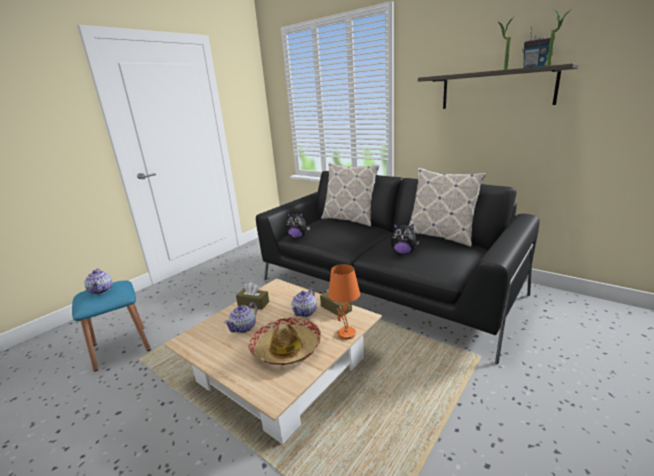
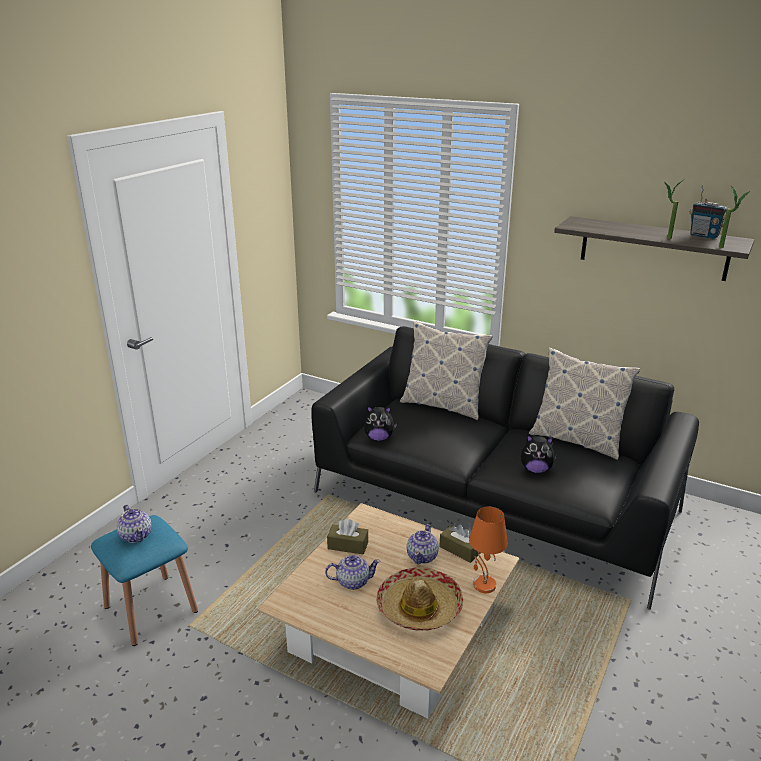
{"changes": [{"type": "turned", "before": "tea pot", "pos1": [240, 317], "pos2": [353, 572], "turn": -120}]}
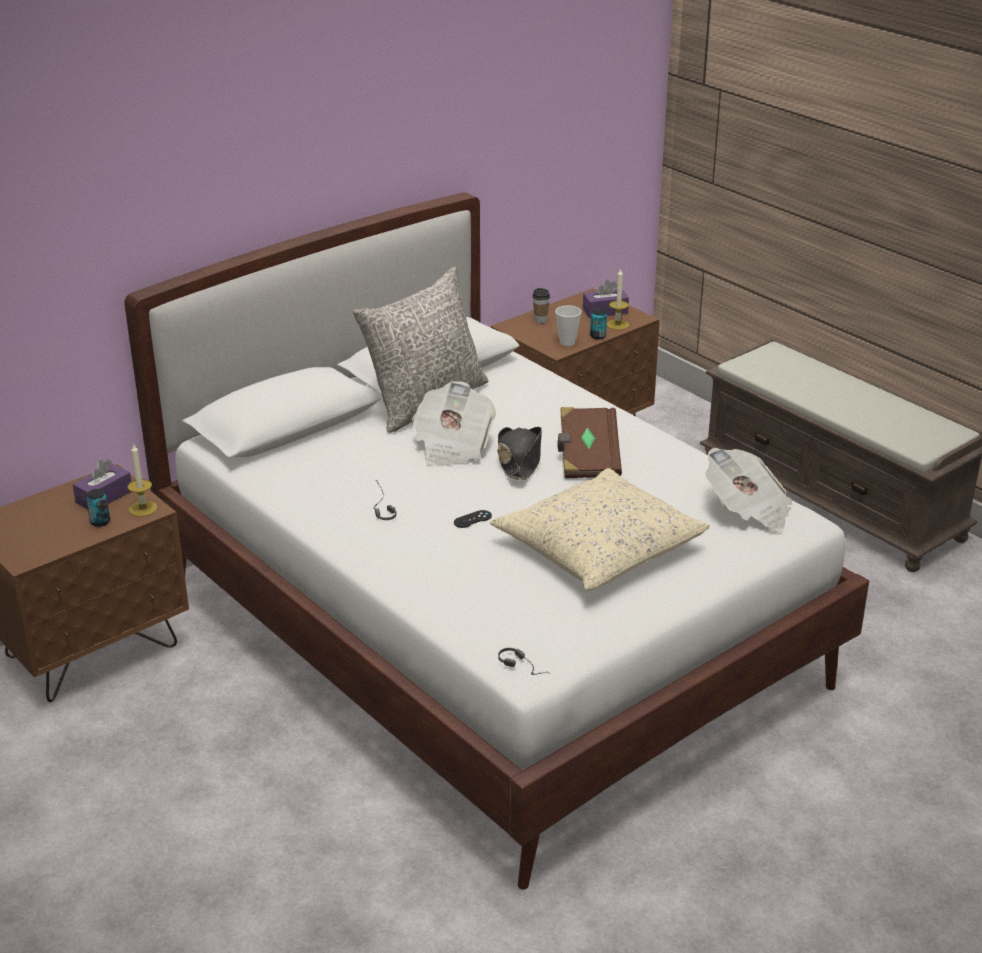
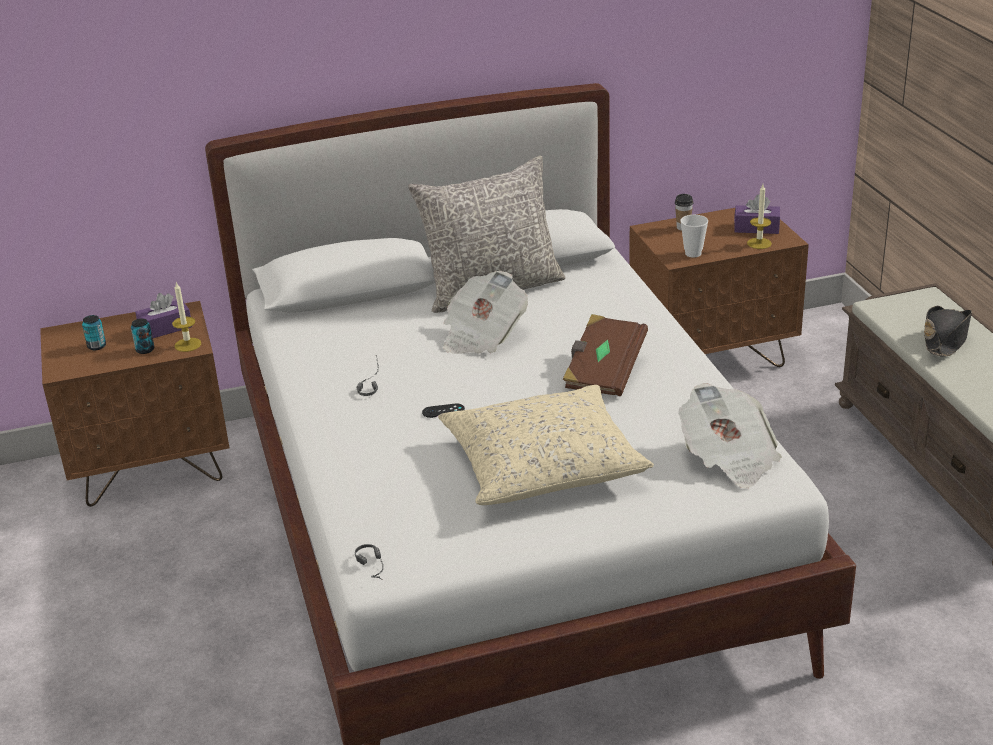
{"changes": [{"type": "moved", "before": "black-coloured hat", "pos1": [519, 453], "pos2": [948, 331]}, {"type": "moved", "before": "metal can", "pos1": [598, 323], "pos2": [94, 332]}]}
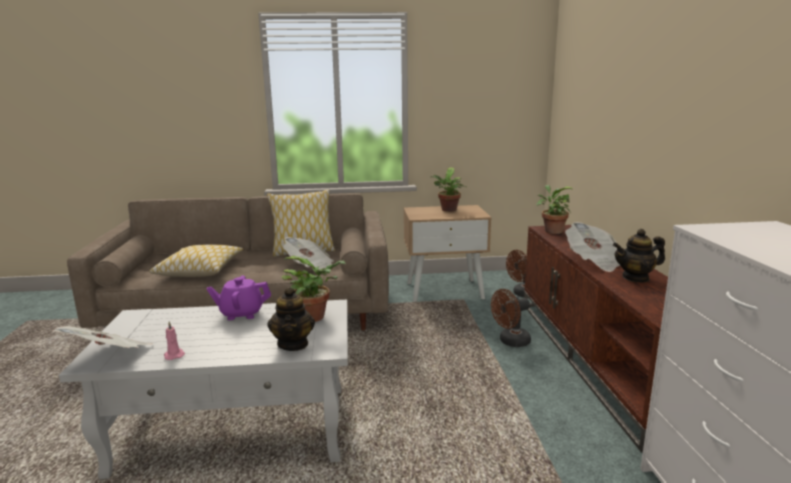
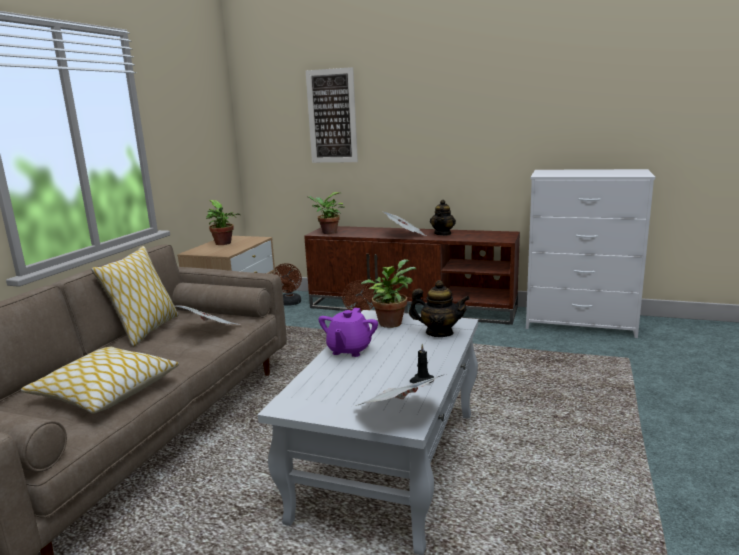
{"changes": [{"type": "added", "after": "wall picture", "pos2": [332, 115]}, {"type": "recoloured", "before": "pinkish wax candle", "after": "black-coloured wax candle", "pos1": [174, 341], "pos2": [422, 363]}]}
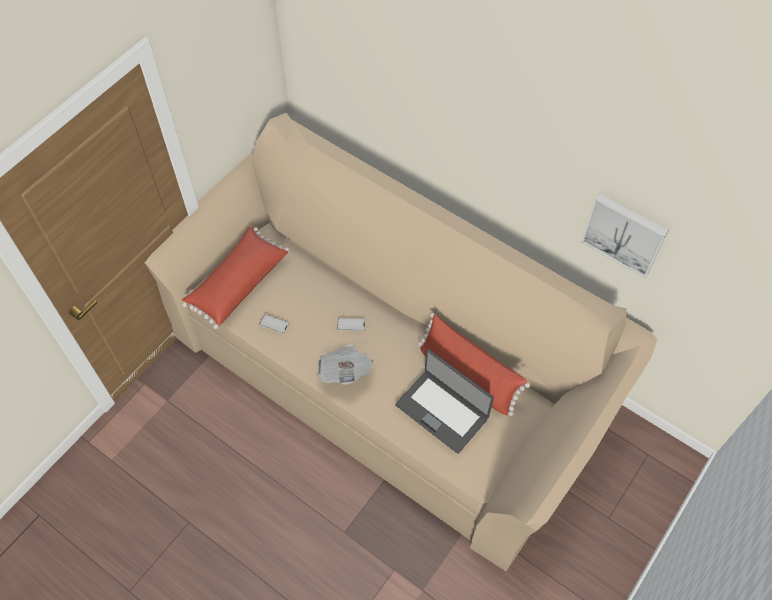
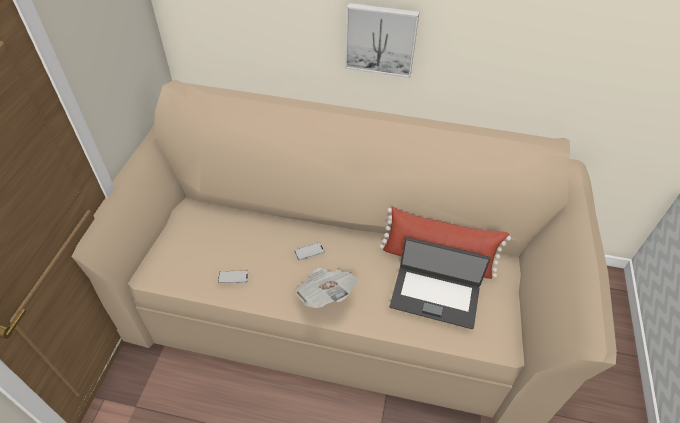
{"changes": [{"type": "removed", "before": "red pillow", "pos1": [235, 278]}, {"type": "moved", "before": "wall picture", "pos1": [625, 235], "pos2": [382, 40]}]}
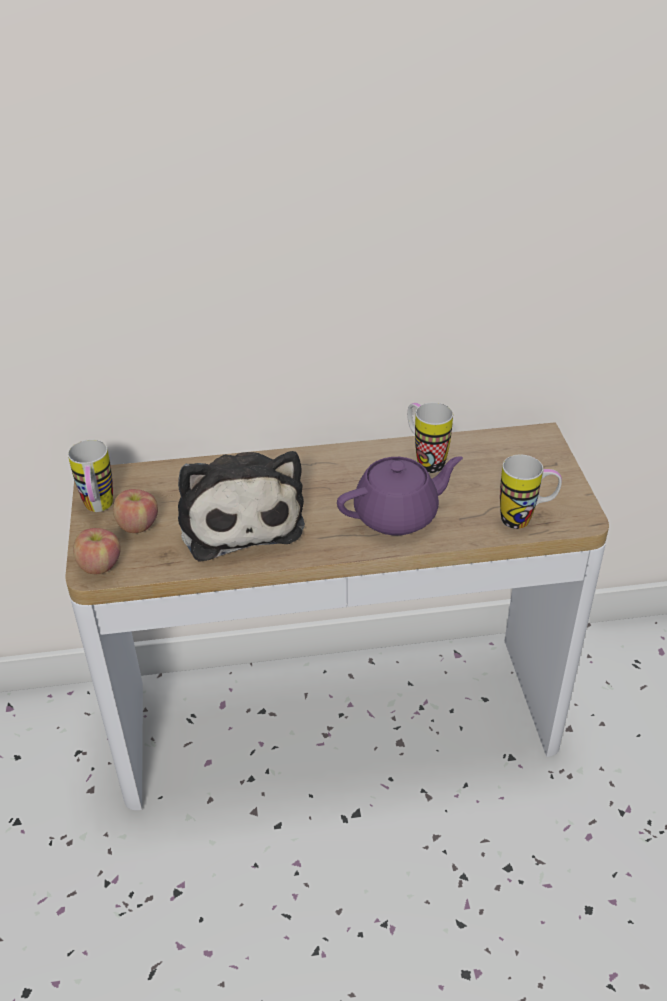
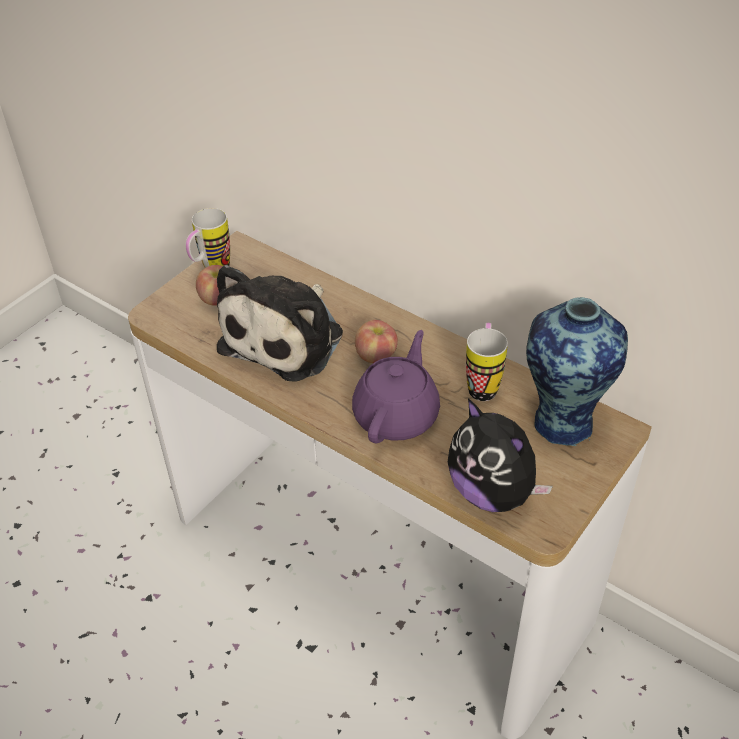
{"changes": [{"type": "added", "after": "vase", "pos2": [577, 371]}, {"type": "moved", "before": "whole apple", "pos1": [97, 551], "pos2": [376, 341]}, {"type": "replaced", "before": "mug", "after": "plush toy", "pos1": [531, 492], "pos2": [500, 455]}, {"type": "turned", "before": "purple tea pot", "pos1": [400, 496], "pos2": [396, 386], "turn": -90}]}
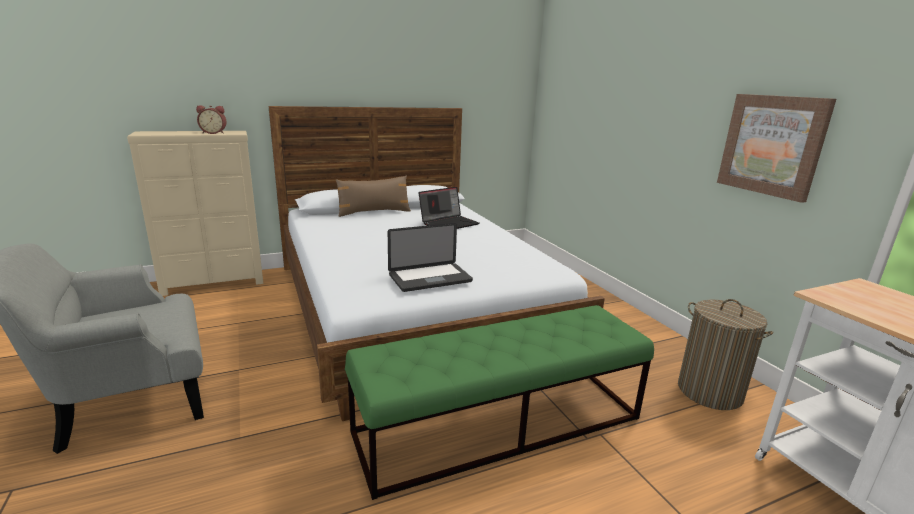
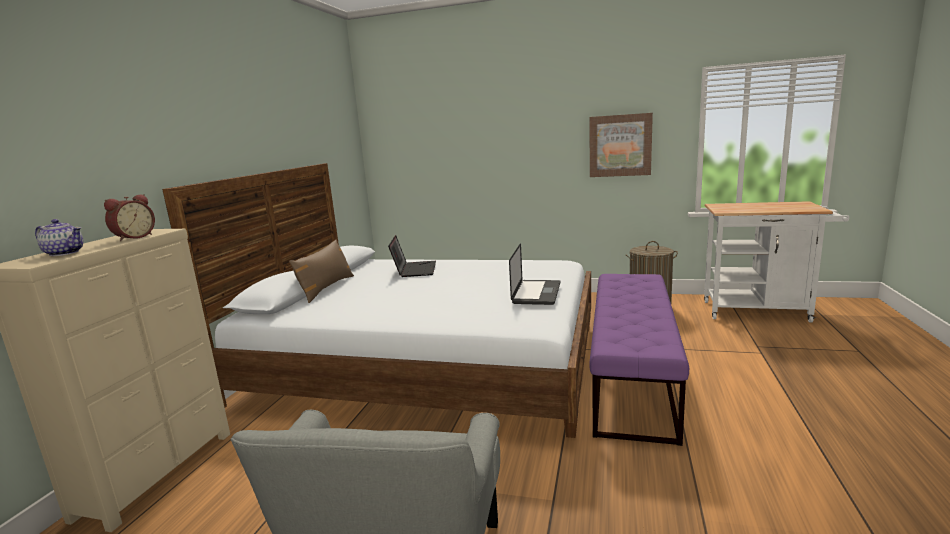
{"changes": [{"type": "added", "after": "tea pot", "pos2": [59, 237]}, {"type": "recoloured", "before": "green indoor bench", "after": "purple indoor bench", "pos1": [499, 402], "pos2": [639, 360]}]}
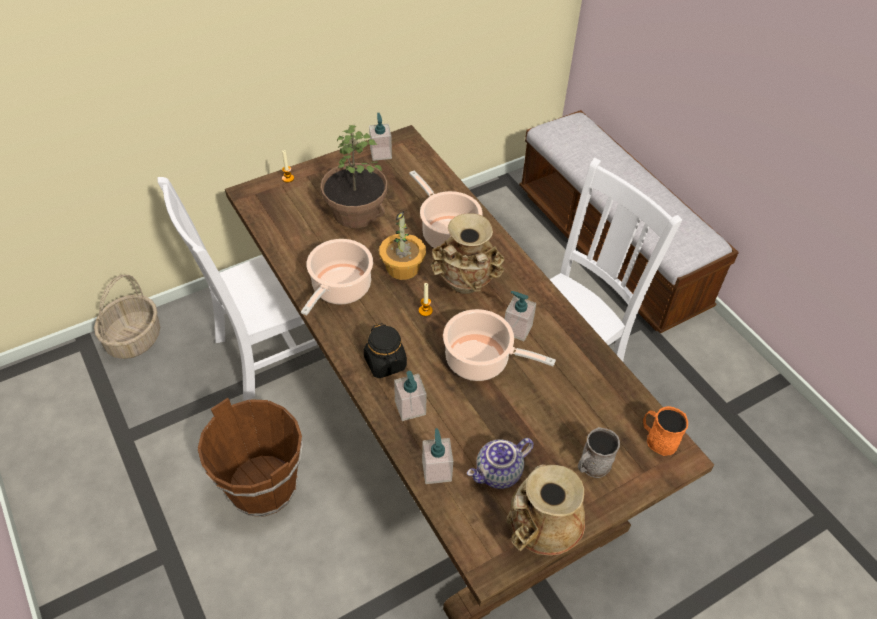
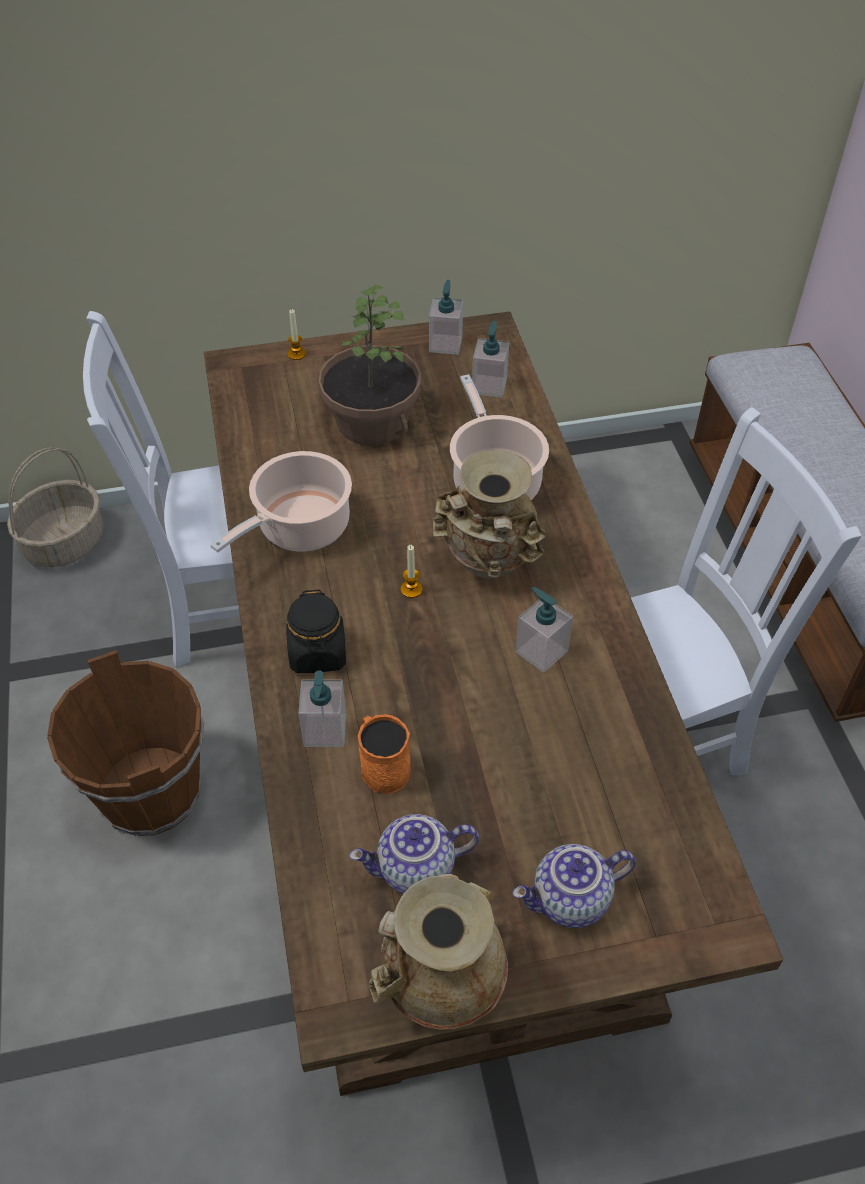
{"changes": [{"type": "removed", "before": "houseplant", "pos1": [402, 245]}, {"type": "removed", "before": "cooking pot", "pos1": [499, 345]}, {"type": "moved", "before": "liquid soap bottle", "pos1": [437, 456], "pos2": [490, 359]}, {"type": "moved", "before": "orangey mug", "pos1": [665, 431], "pos2": [384, 754]}, {"type": "replaced", "before": "gray mug", "after": "tea pot", "pos1": [599, 452], "pos2": [574, 886]}]}
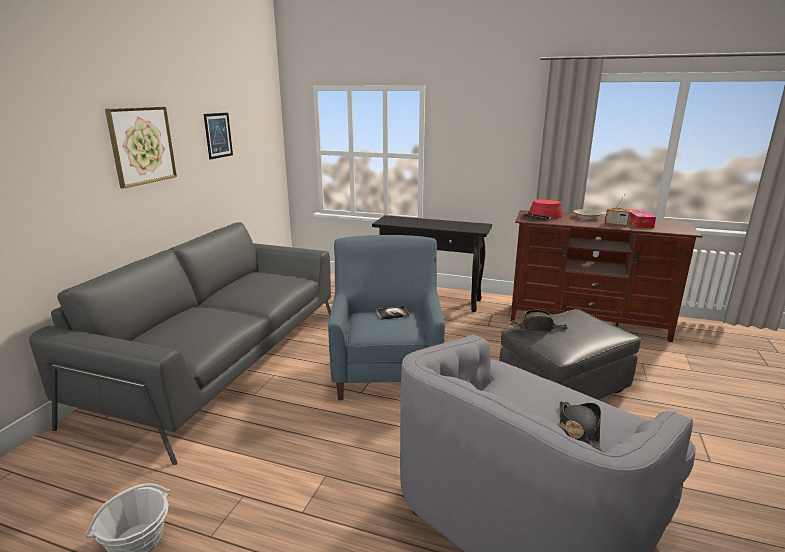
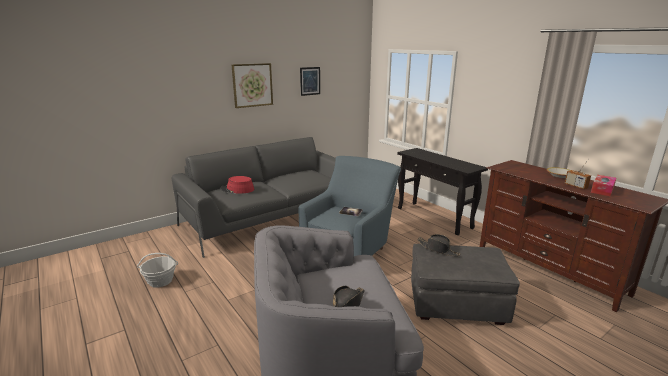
{"changes": [{"type": "moved", "before": "red hat", "pos1": [542, 210], "pos2": [237, 185]}]}
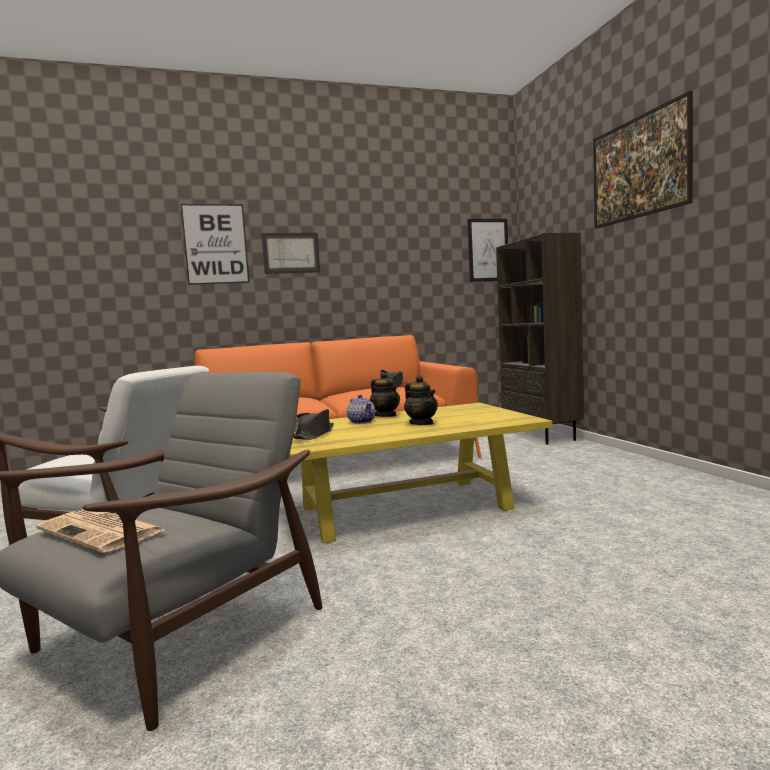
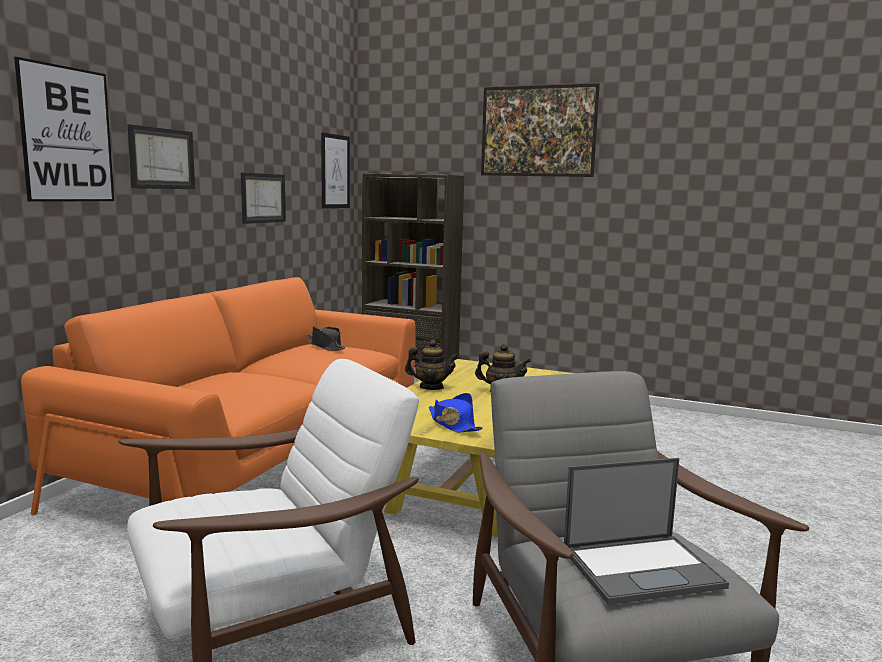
{"changes": [{"type": "removed", "before": "tea pot", "pos1": [361, 409]}, {"type": "added", "after": "wall picture", "pos2": [263, 198]}, {"type": "replaced", "before": "newspaper", "after": "notebook computer", "pos1": [100, 531], "pos2": [646, 531]}, {"type": "recoloured", "before": "black-coloured hat", "after": "blue hat", "pos1": [313, 424], "pos2": [456, 413]}]}
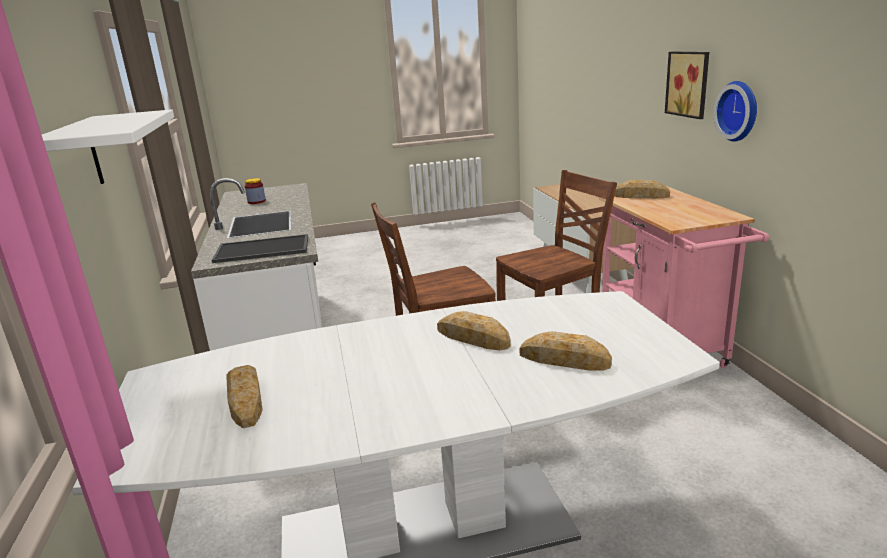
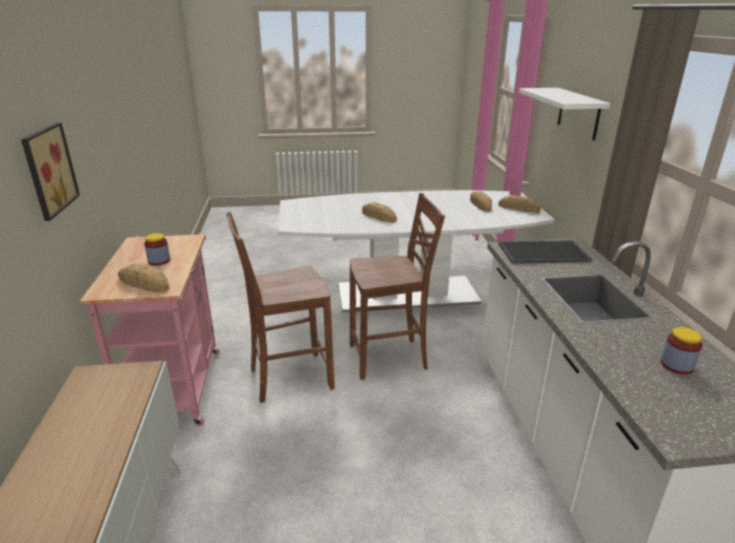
{"changes": [{"type": "removed", "before": "hanging clock", "pos1": [735, 111]}, {"type": "added", "after": "storage jar", "pos2": [157, 249]}, {"type": "moved", "before": "baked bread", "pos1": [566, 351], "pos2": [519, 204]}]}
